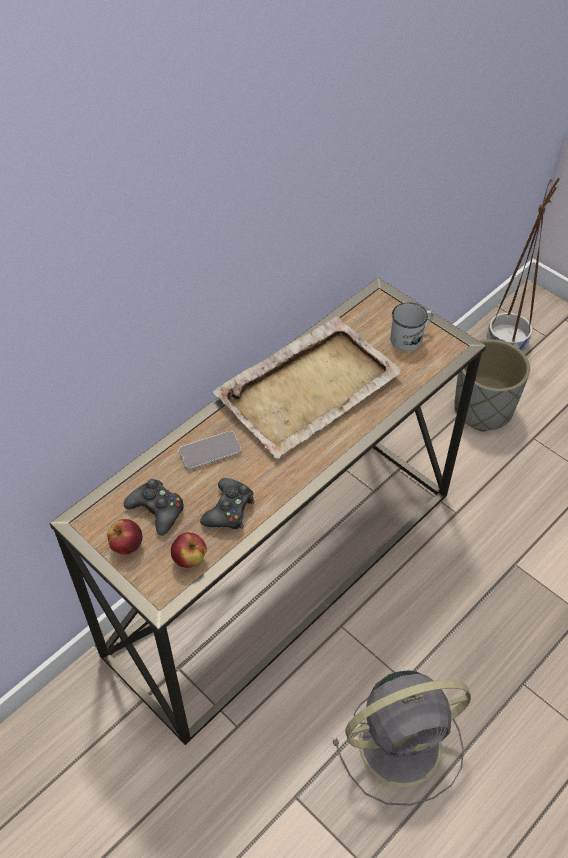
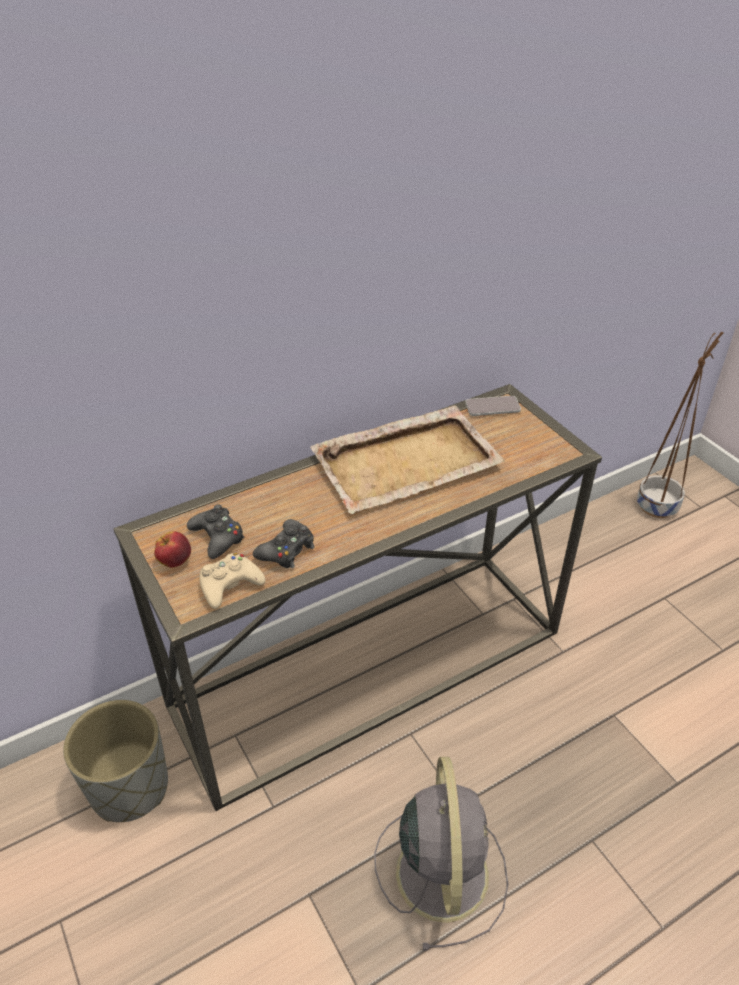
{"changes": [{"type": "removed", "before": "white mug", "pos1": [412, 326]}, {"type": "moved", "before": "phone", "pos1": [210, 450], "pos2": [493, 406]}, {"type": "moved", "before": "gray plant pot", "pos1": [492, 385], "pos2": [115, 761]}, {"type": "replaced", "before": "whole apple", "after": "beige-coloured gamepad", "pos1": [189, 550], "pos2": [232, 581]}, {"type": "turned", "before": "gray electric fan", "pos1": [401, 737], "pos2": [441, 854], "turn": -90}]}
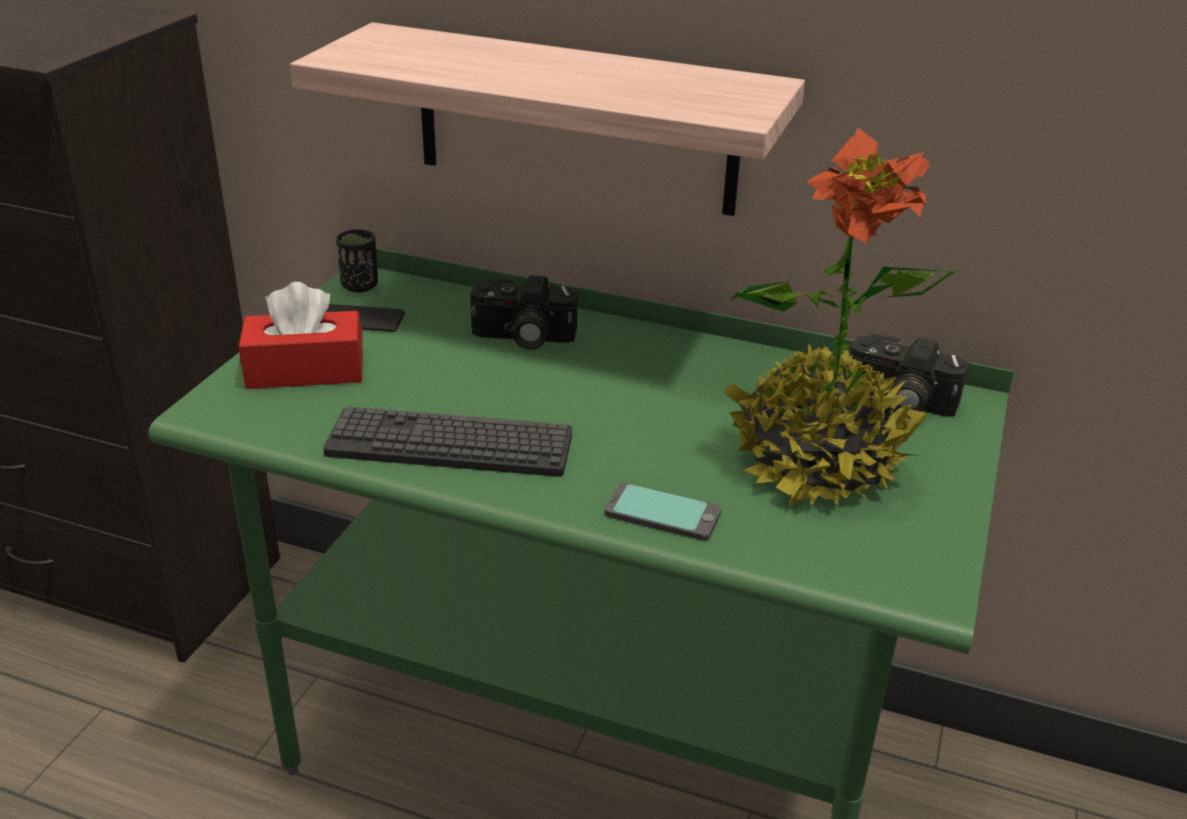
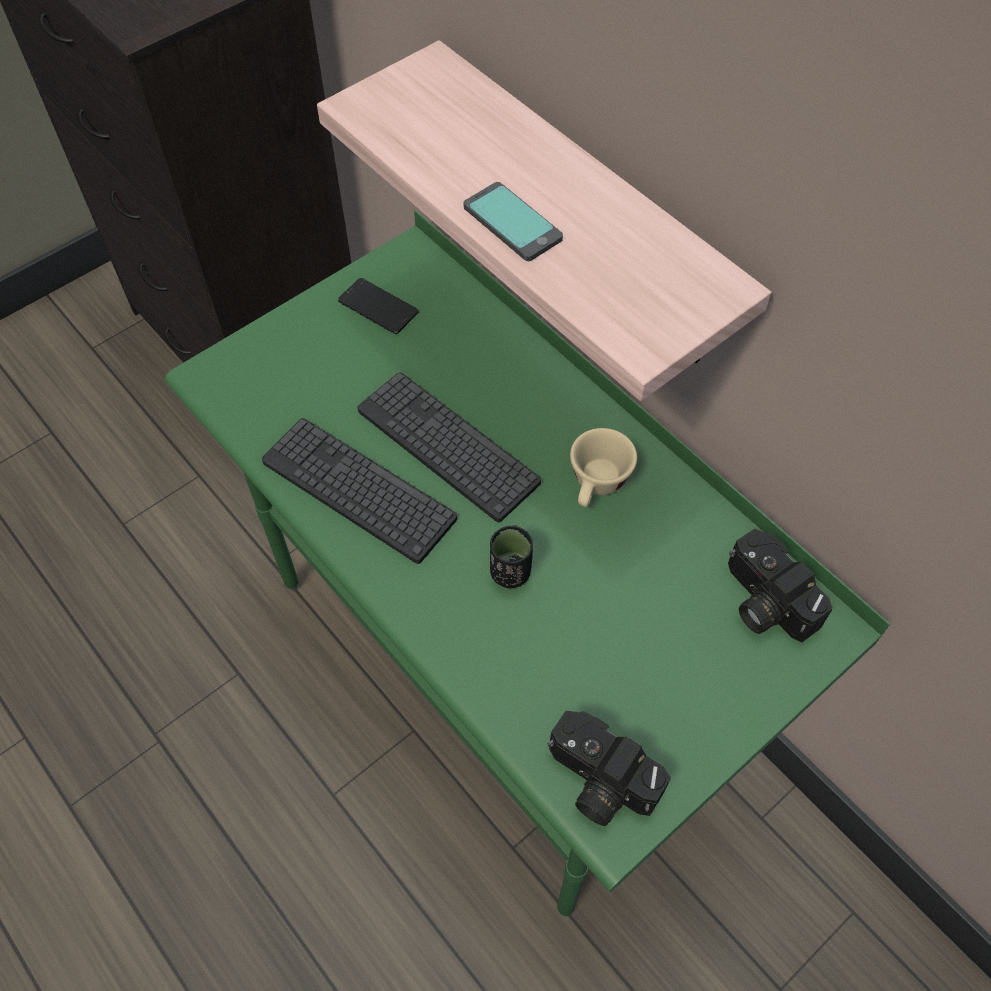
{"changes": [{"type": "removed", "before": "red tissue holder", "pos1": [301, 335]}, {"type": "removed", "before": "houseplant", "pos1": [840, 316]}, {"type": "added", "after": "computer keyboard", "pos2": [449, 447]}, {"type": "added", "after": "beige-coloured small cup", "pos2": [603, 467]}, {"type": "moved", "before": "black-coloured small cup", "pos1": [357, 261], "pos2": [511, 556]}, {"type": "moved", "before": "photo camera", "pos1": [524, 312], "pos2": [609, 768]}, {"type": "moved", "before": "phone", "pos1": [662, 511], "pos2": [513, 221]}]}
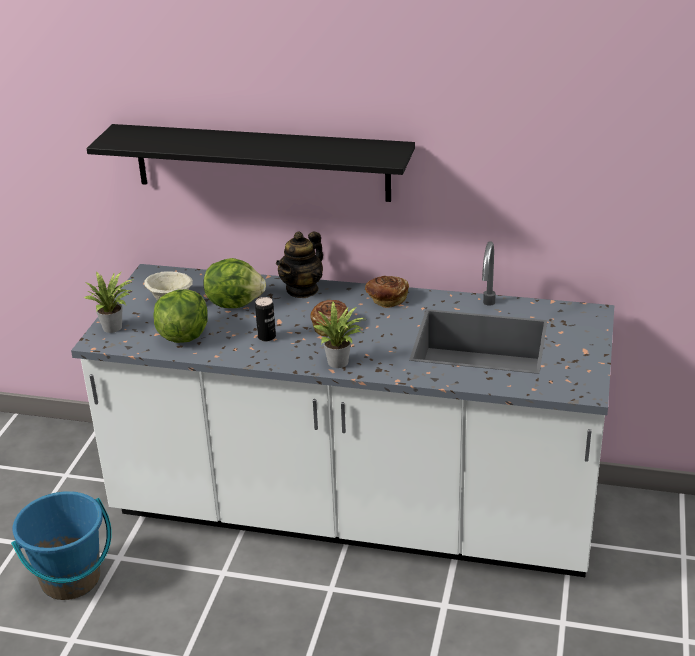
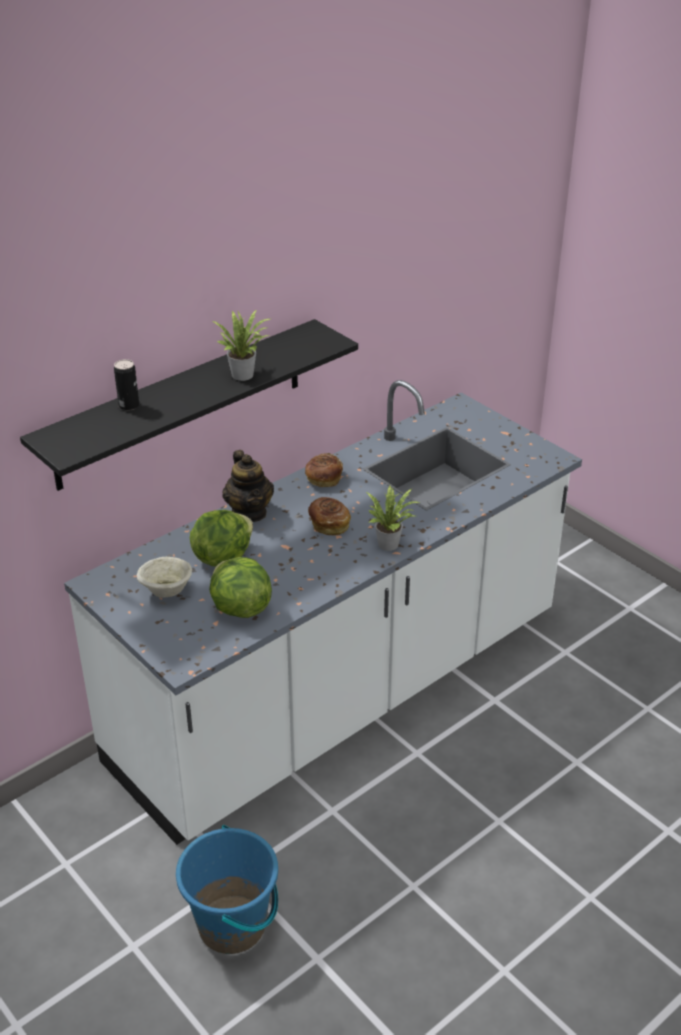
{"changes": [{"type": "moved", "before": "houseplant", "pos1": [109, 302], "pos2": [241, 345]}, {"type": "moved", "before": "metal can", "pos1": [265, 319], "pos2": [126, 385]}]}
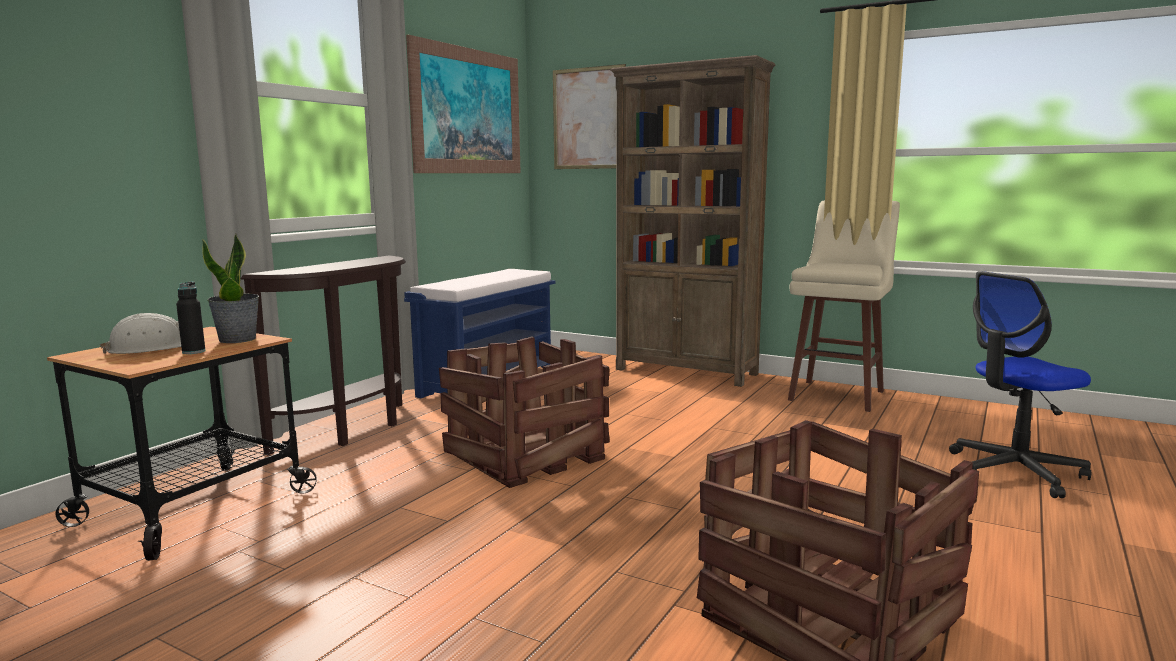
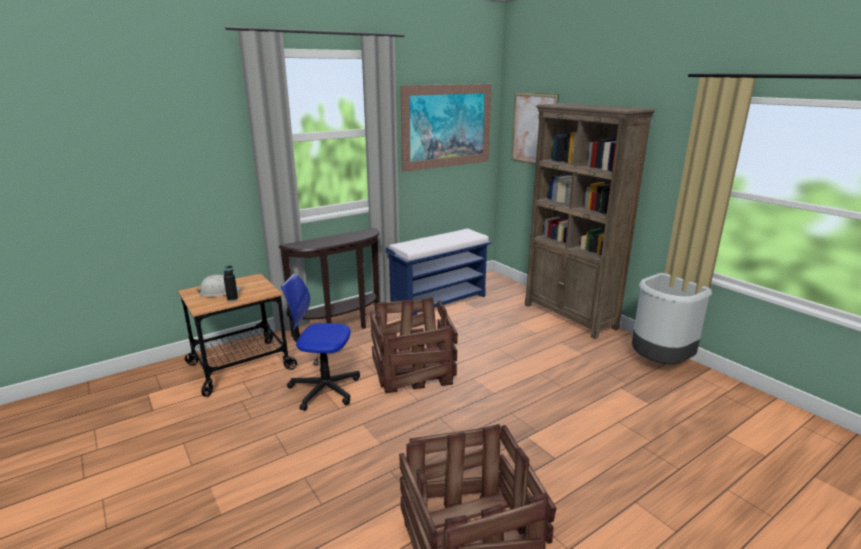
{"changes": [{"type": "removed", "before": "houseplant", "pos1": [230, 288]}, {"type": "moved", "before": "desk chair", "pos1": [1020, 384], "pos2": [320, 342]}, {"type": "replaced", "before": "beige-coloured sitting stool", "after": "gray waste bin", "pos1": [844, 306], "pos2": [672, 319]}]}
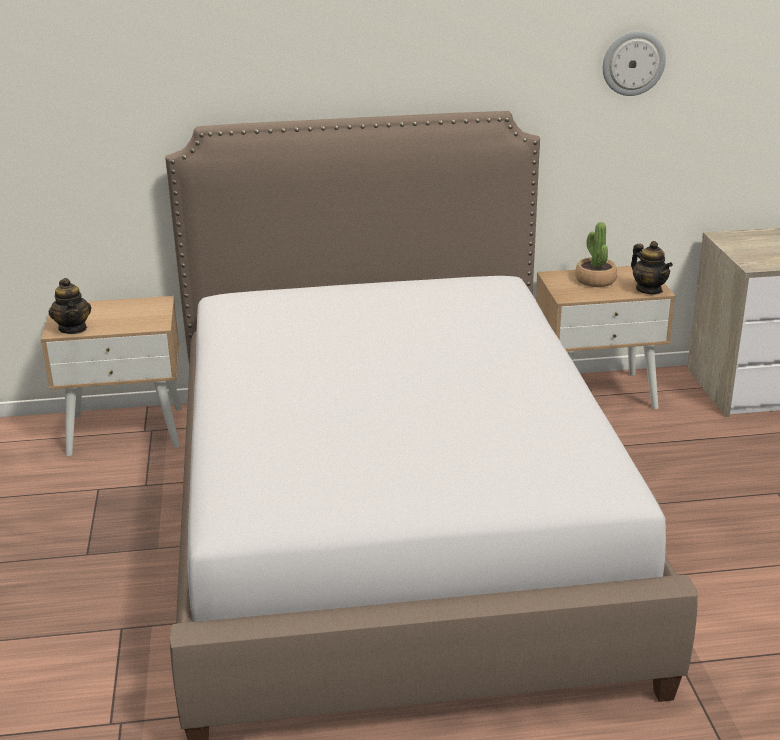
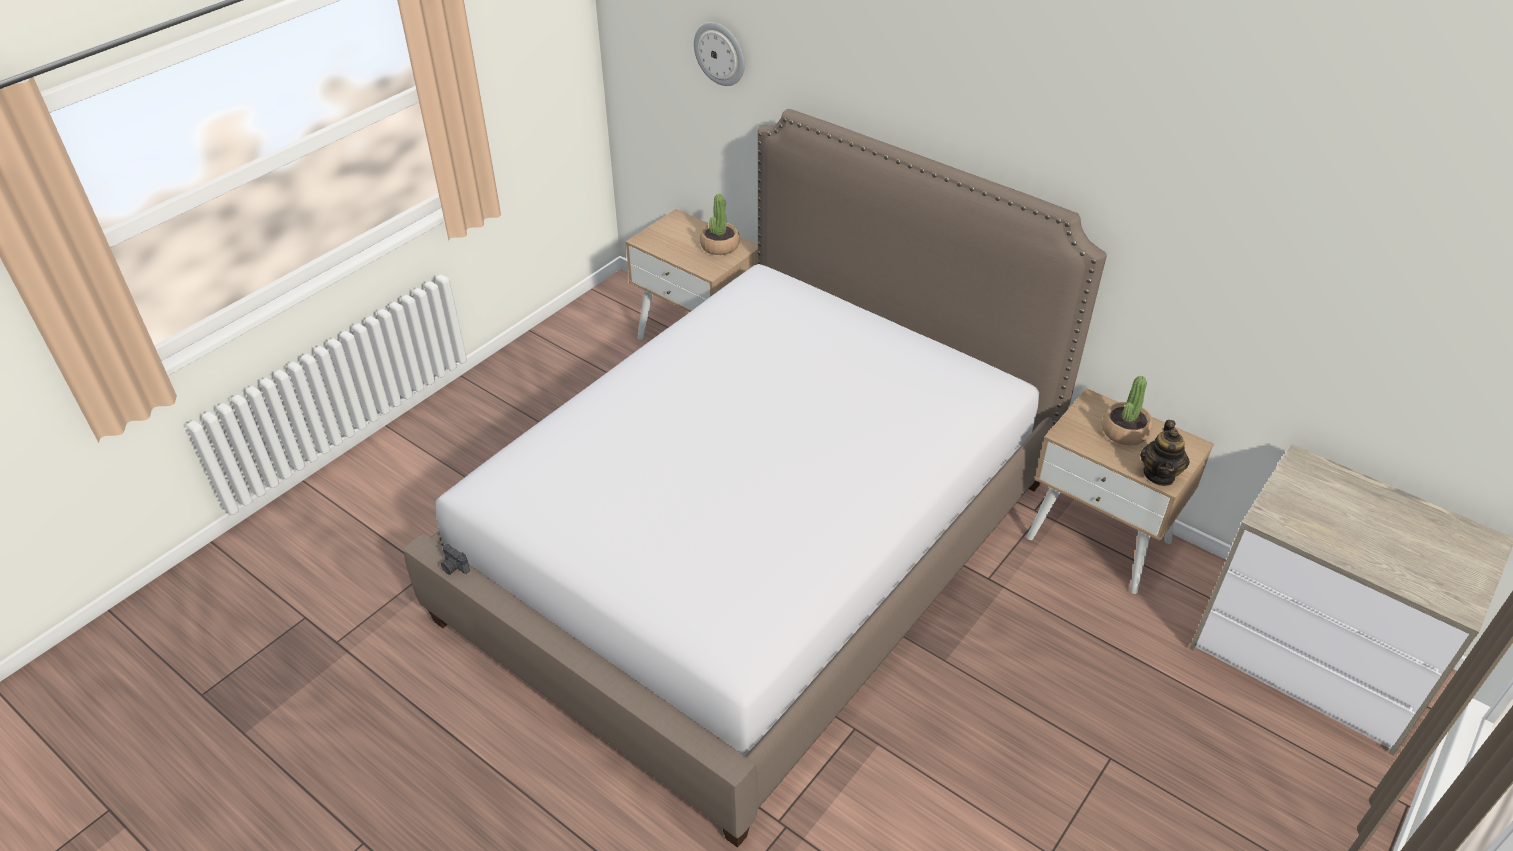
{"changes": [{"type": "removed", "before": "tea pot", "pos1": [70, 306]}, {"type": "added", "after": "photo camera", "pos2": [455, 559]}, {"type": "added", "after": "houseplant", "pos2": [720, 224]}, {"type": "moved", "before": "hanging clock", "pos1": [634, 63], "pos2": [719, 54]}]}
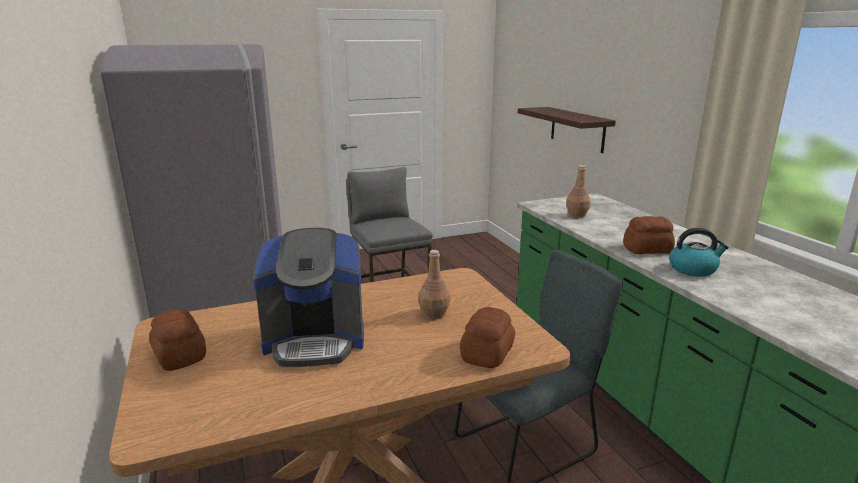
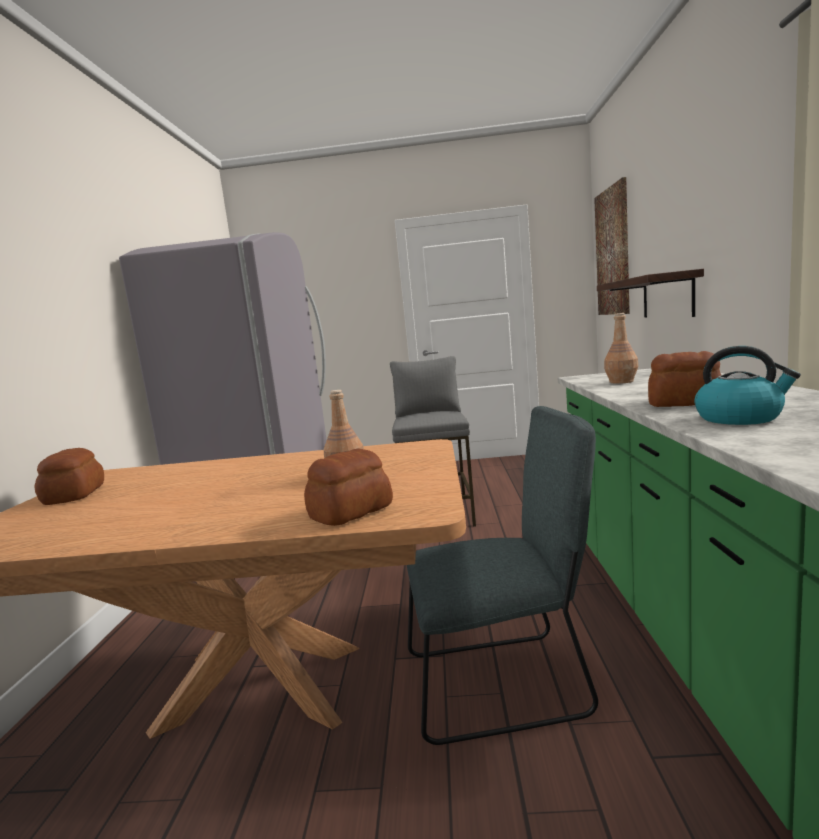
{"changes": [{"type": "removed", "before": "coffee maker", "pos1": [308, 297]}, {"type": "added", "after": "wall picture", "pos2": [612, 246]}]}
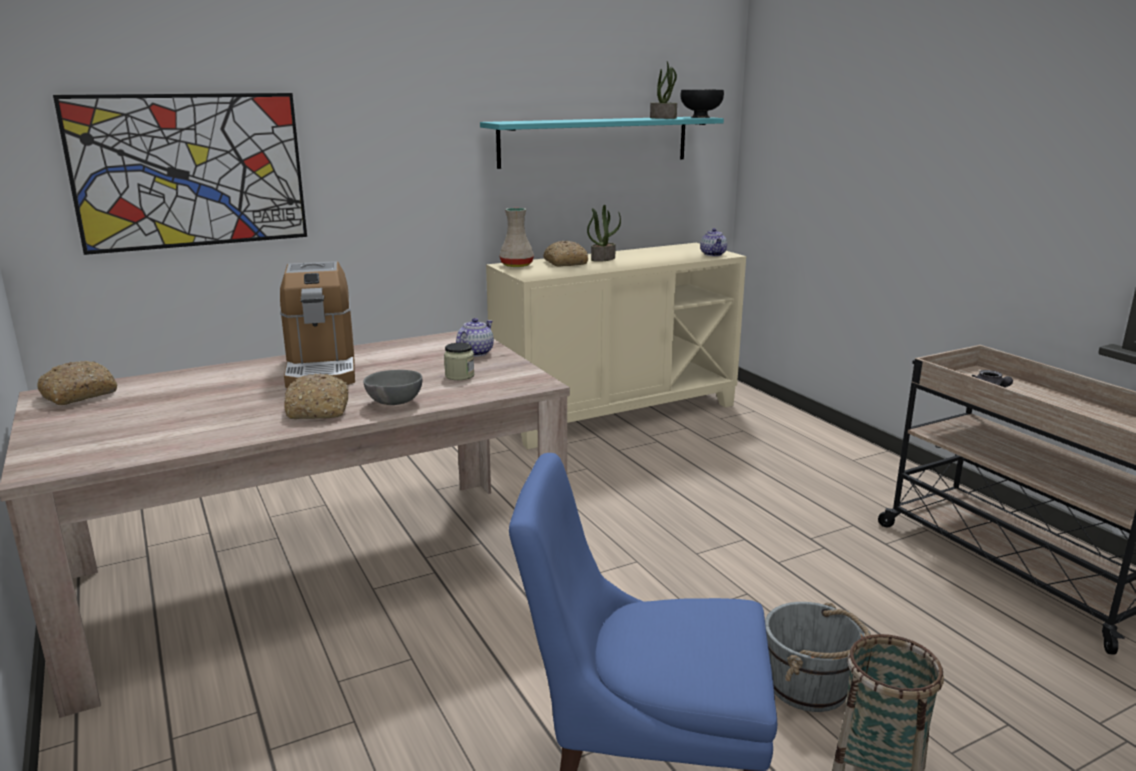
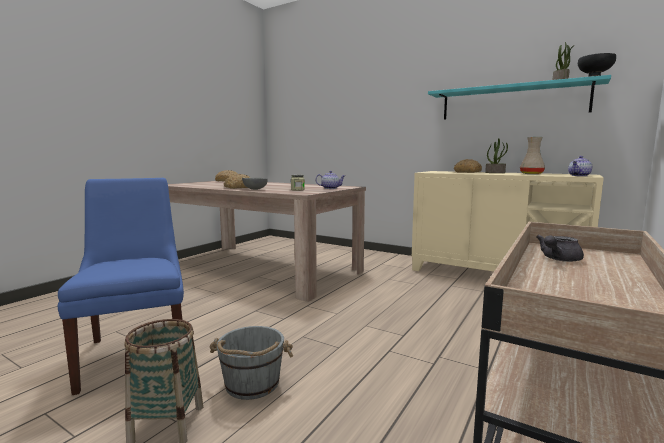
{"changes": [{"type": "removed", "before": "wall picture", "pos1": [180, 174]}, {"type": "removed", "before": "coffee maker", "pos1": [317, 324]}, {"type": "moved", "before": "beige-coloured vase", "pos1": [516, 237], "pos2": [532, 155]}]}
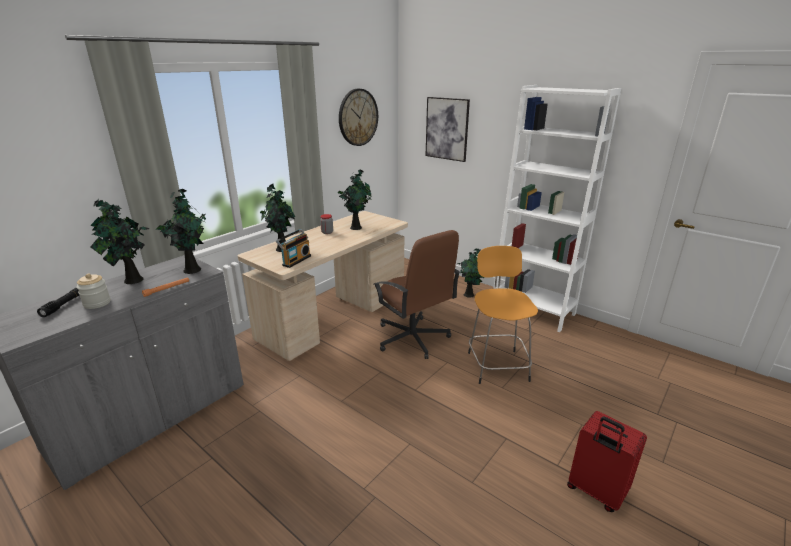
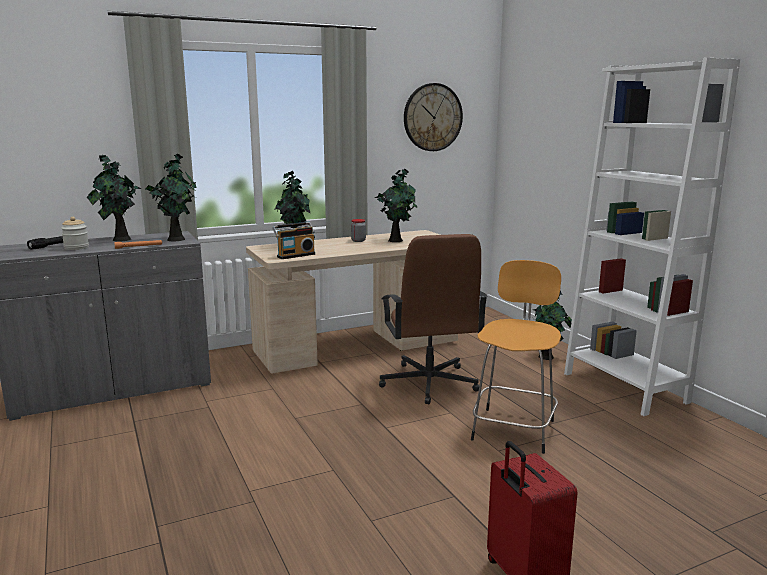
{"changes": [{"type": "removed", "before": "wall picture", "pos1": [448, 129]}]}
